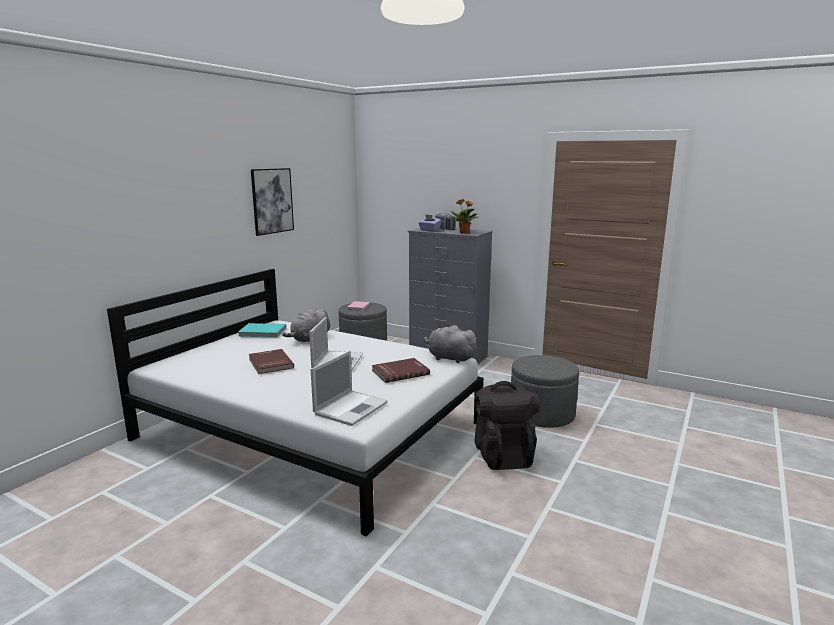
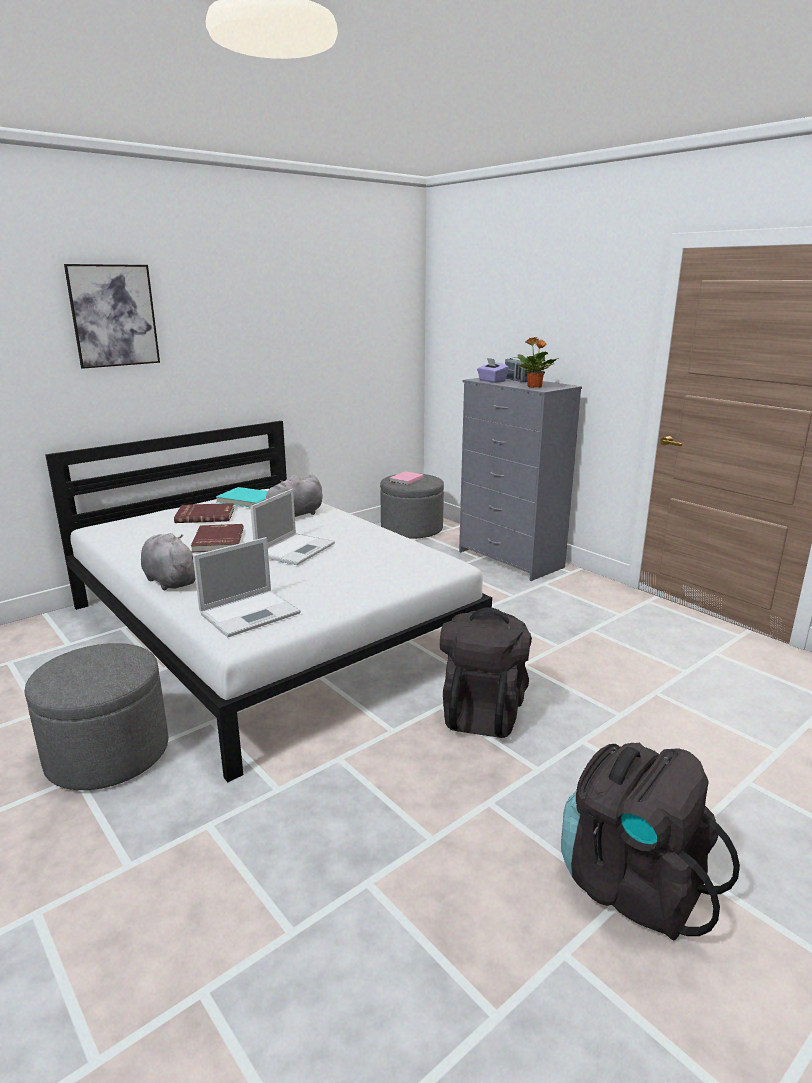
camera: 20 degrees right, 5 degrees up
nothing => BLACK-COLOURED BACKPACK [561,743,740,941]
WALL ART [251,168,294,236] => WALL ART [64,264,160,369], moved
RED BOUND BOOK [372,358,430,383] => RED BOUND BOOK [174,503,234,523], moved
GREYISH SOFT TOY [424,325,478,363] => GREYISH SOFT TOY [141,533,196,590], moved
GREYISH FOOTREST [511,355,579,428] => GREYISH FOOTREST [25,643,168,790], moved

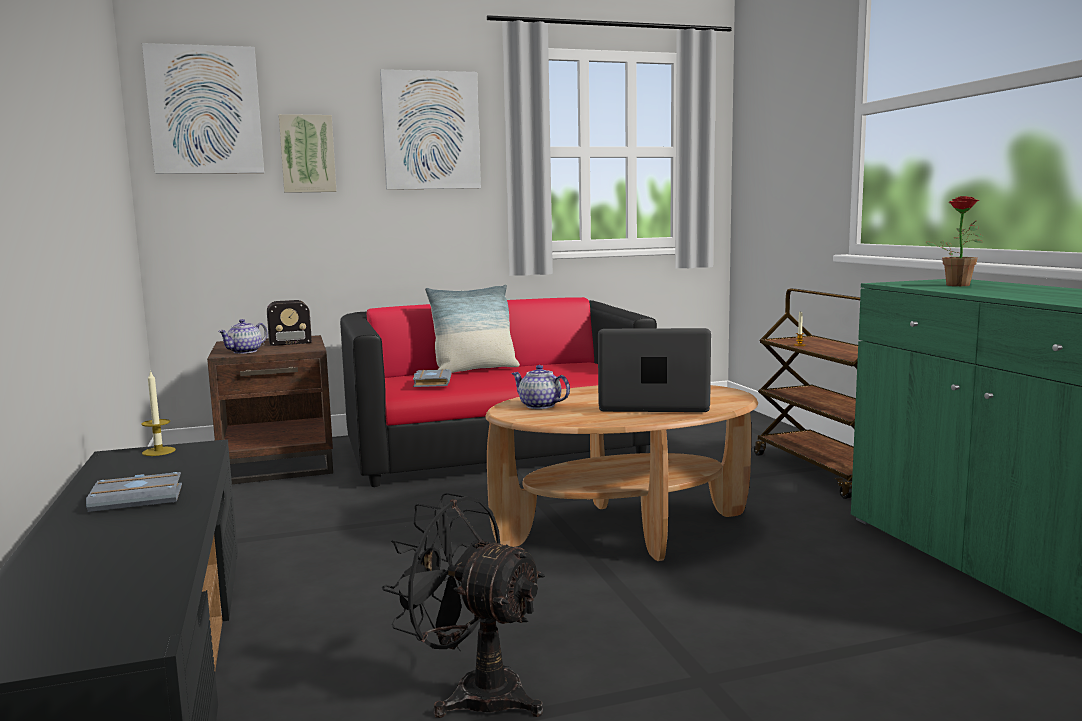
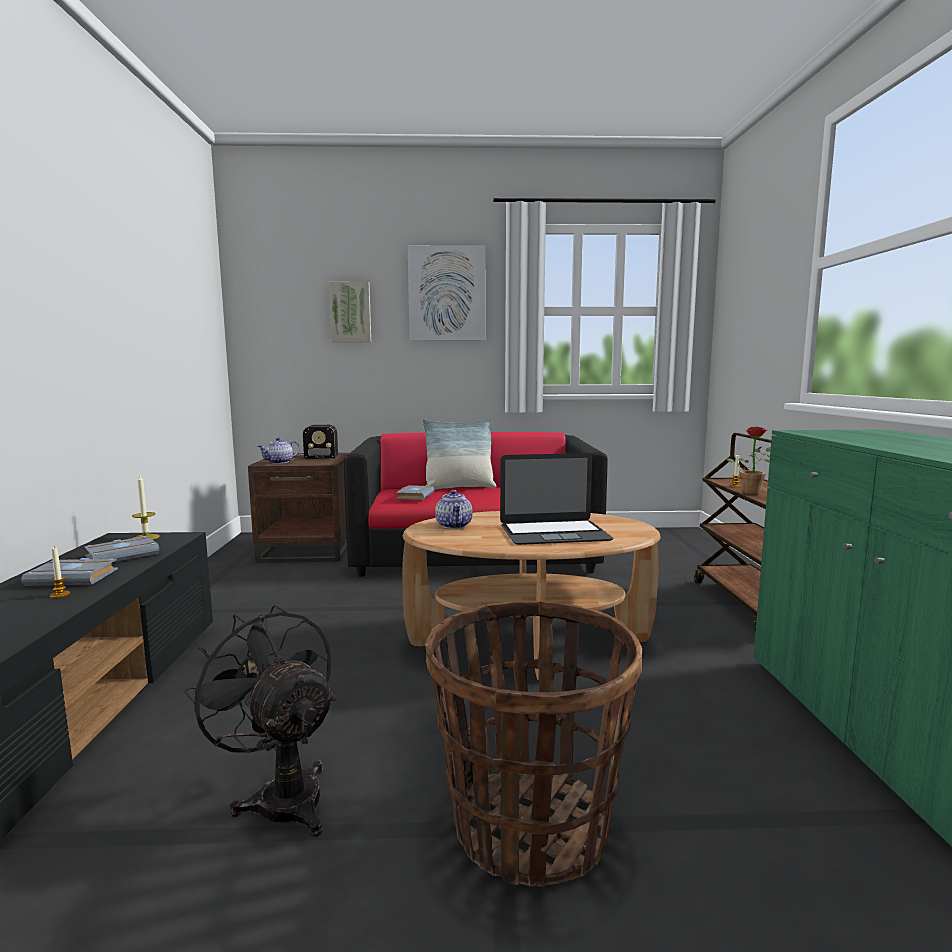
camera: 15 degrees right, 0 degrees up
WALL ART [142,43,264,174] => nothing
nothing => WAX CANDLE [50,548,70,598]
nothing => GREYISH BOUND BOOK [84,536,159,562]
nothing => STORAGE BASKET [425,601,642,887]
HOUSEPLANT [926,196,983,286] => HOUSEPLANT [726,427,771,495], moved
POT FOR TEA [512,365,570,409] => POT FOR TEA [435,490,473,529], 150 degrees counterclockwise
NOTEBOOK COMPUTER [598,328,711,412] => NOTEBOOK COMPUTER [500,453,613,545], 150 degrees clockwise

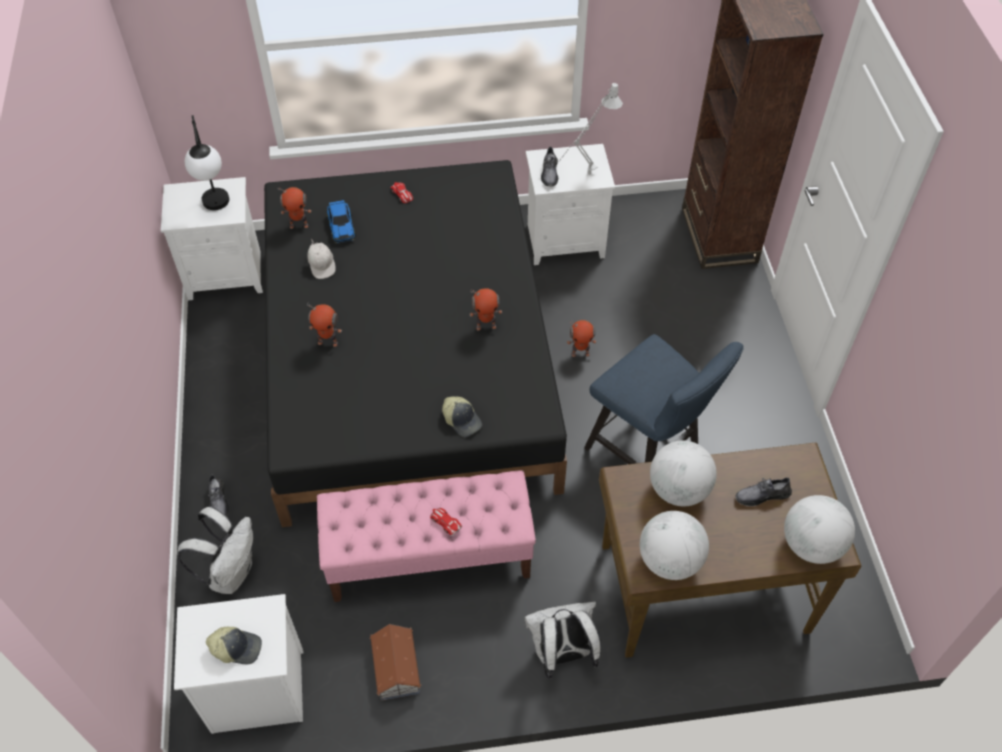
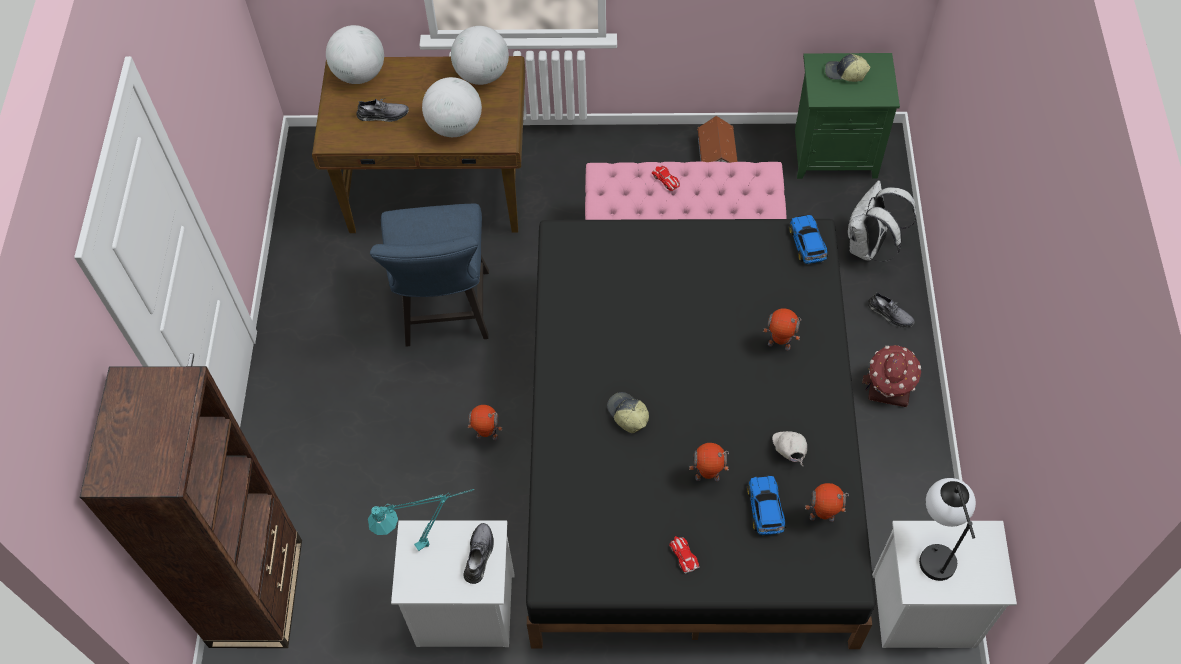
camera: 170 degrees left, 5 degrees up
WHITE BACKPACK [524,601,601,679] => nothing
nothing => MINIATURE CAR [789,215,828,264]
nothing => MODEL HOUSE [862,345,921,407]
PEAKED CAP [442,396,482,437] => PEAKED CAP [607,392,649,433], moved
MODEL ROBOT [470,288,502,331] => MODEL ROBOT [689,443,729,481], moved
WHITE NIGHTSTAND [174,594,304,734] => GREENISH NIGHTSTAND [795,53,900,179]
GREYISH LAMP FOR A TABLE [558,83,623,175] => TURQUOISE-COLOURED LAMP FOR A TABLE [368,489,474,551]
GREYISH SHOE [208,474,229,517] => GREYISH SHOE [868,292,915,327], 135 degrees clockwise
BLUE-COLOURED CHAIR [584,334,744,464] => BLUE-COLOURED CHAIR [370,204,489,347], 150 degrees counterclockwise

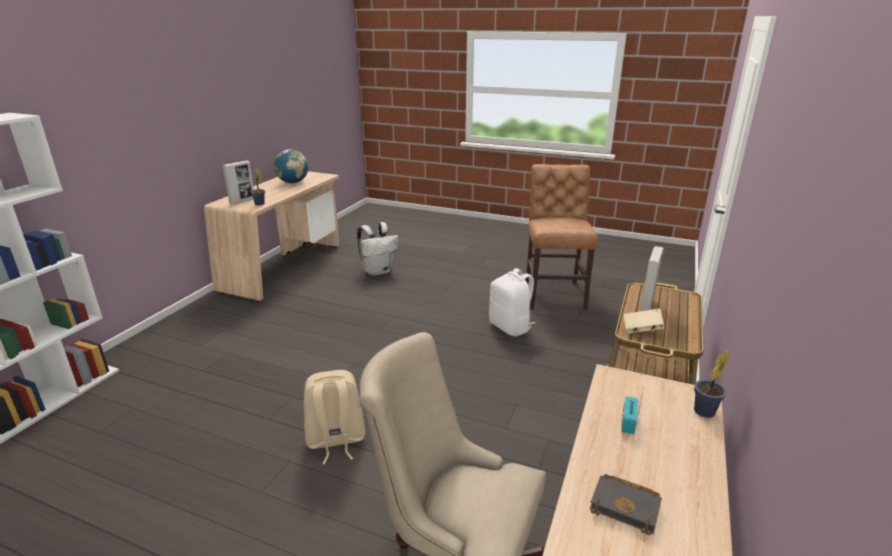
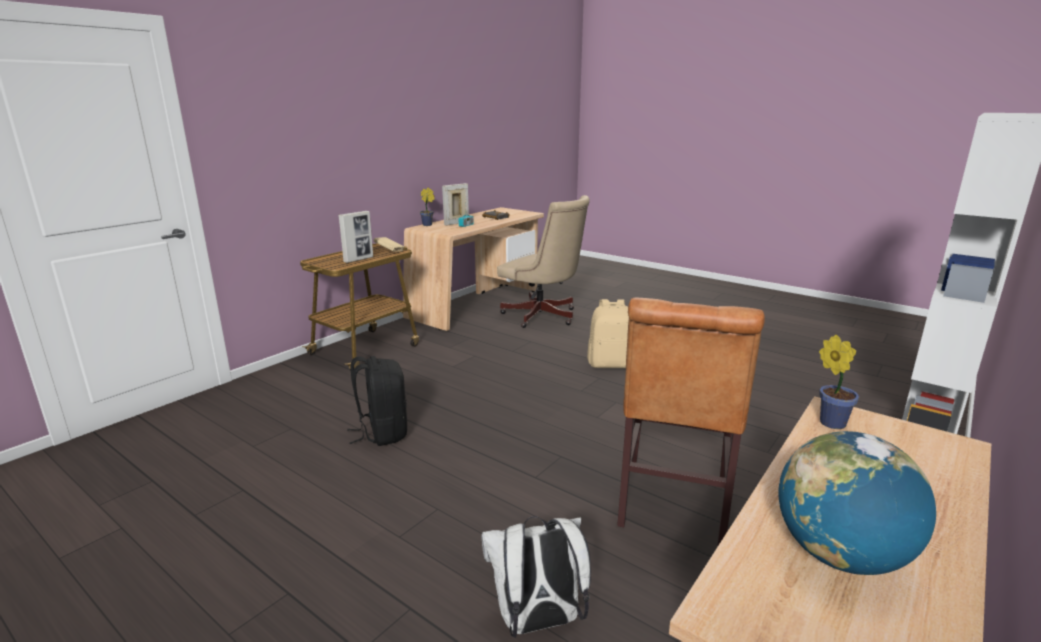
camera: 165 degrees left, 5 degrees down
PICTURE FRAME [223,161,254,204] => PICTURE FRAME [442,183,469,226], moved
BROWN CHAIR [526,164,598,310] => BROWN CHAIR [617,298,765,545], moved
WHITE BACKPACK [489,268,535,336] => BLACK-COLOURED BACKPACK [347,356,407,446]

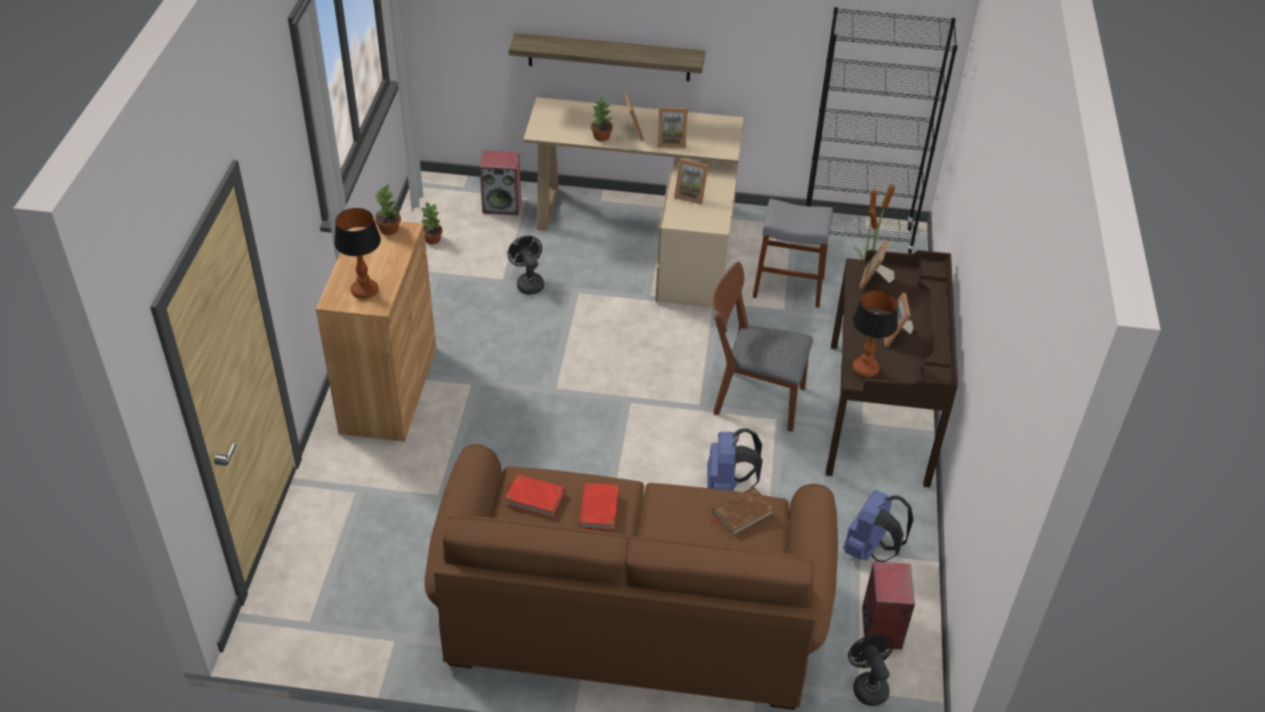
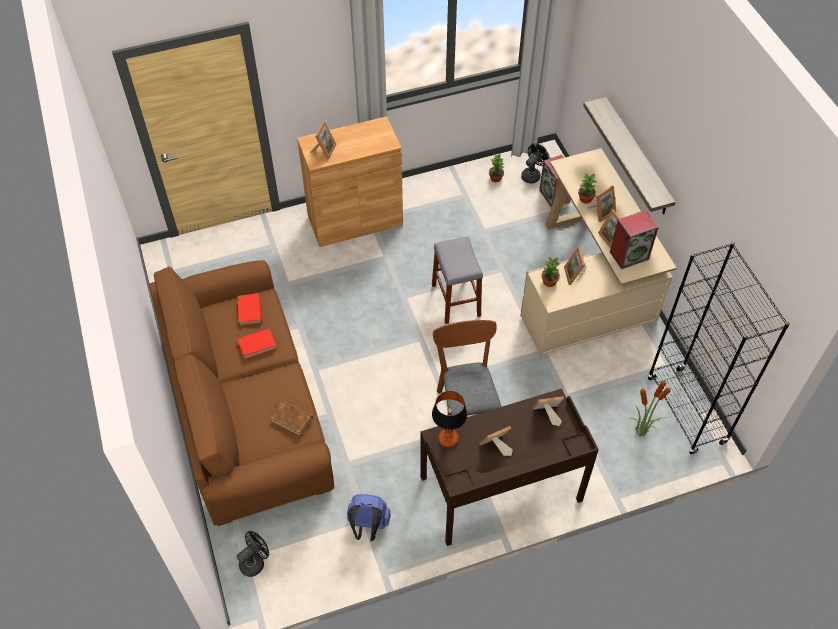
camera: 65 degrees right, 10 degrees up
BLUE-COLOURED BACKPACK [707,428,763,491] => nothing
HOUSEPLANT [374,184,401,235] => HOUSEPLANT [541,257,560,287], moved
BLACK-COLOURED COOLING FAN [507,236,544,295] => BLACK-COLOURED COOLING FAN [521,144,549,184], moved
GREYISH STOOL [753,199,833,308] => GREYISH STOOL [432,237,483,324], moved
AUDIO SPEAKER [862,561,915,650] => AUDIO SPEAKER [610,210,659,269], moved
LAMP FOR A TABLE [334,208,381,299] => PICTURE FRAME [310,121,336,159]

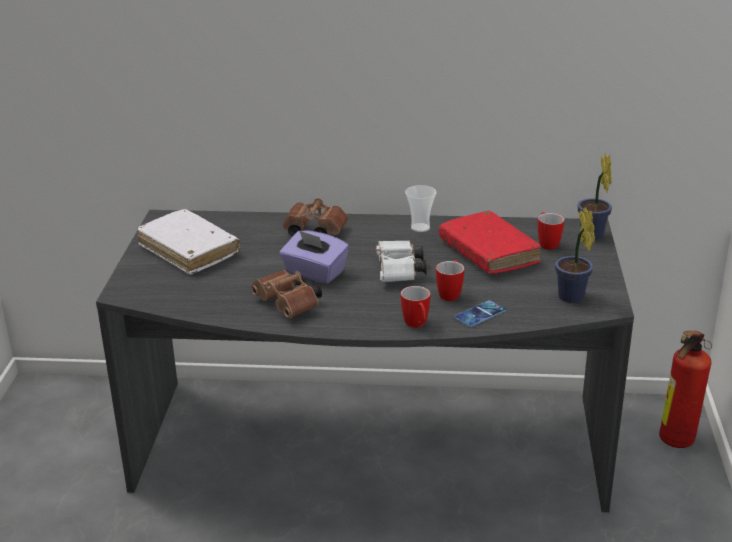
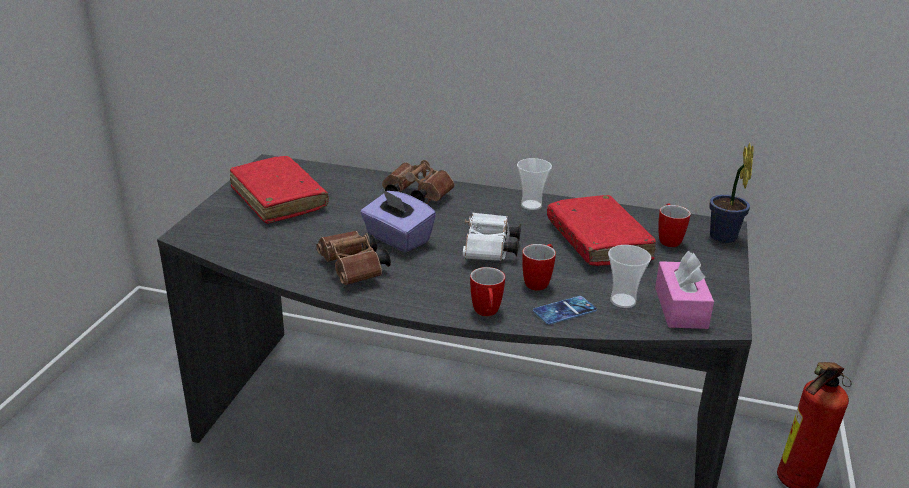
camera: 10 degrees right, 0 degrees up
nothing => SMALL CUP [608,245,651,308]
HOUSEPLANT [555,207,595,303] => PINKISH BOX OF TISSUES [655,251,714,329]
WHITE BOUND BOOK [137,209,240,275] => RED BOUND BOOK [230,156,329,224]

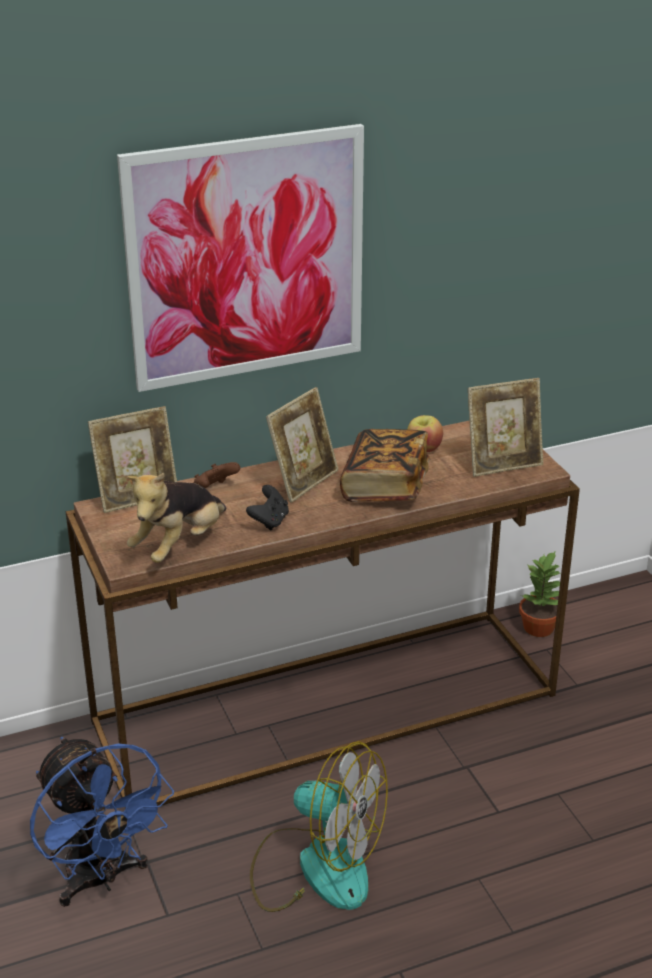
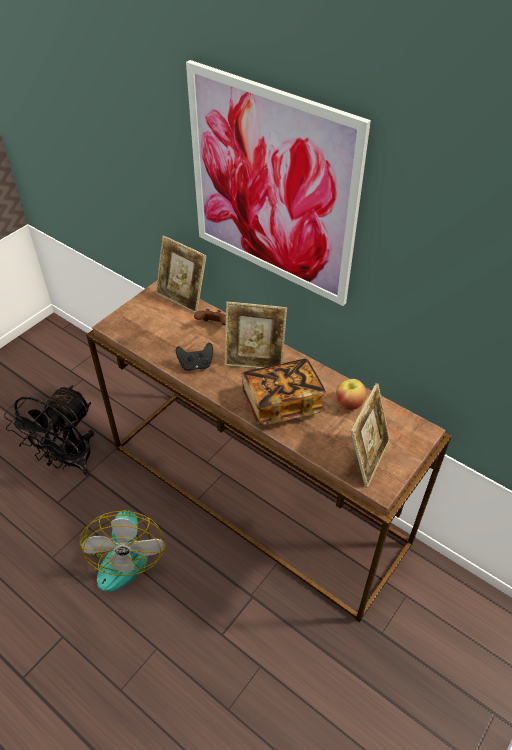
camera: 60 degrees right, 15 degrees up
SOFT TOY [127,472,226,563] => nothing
HOUSEPLANT [519,552,561,637] => nothing
BLUE-COLOURED COOLING FAN [30,737,174,907] => BLACK-COLOURED COOLING FAN [4,385,94,476]
PICTURE FRAME [468,378,543,477] => PICTURE FRAME [350,383,390,488], 105 degrees counterclockwise

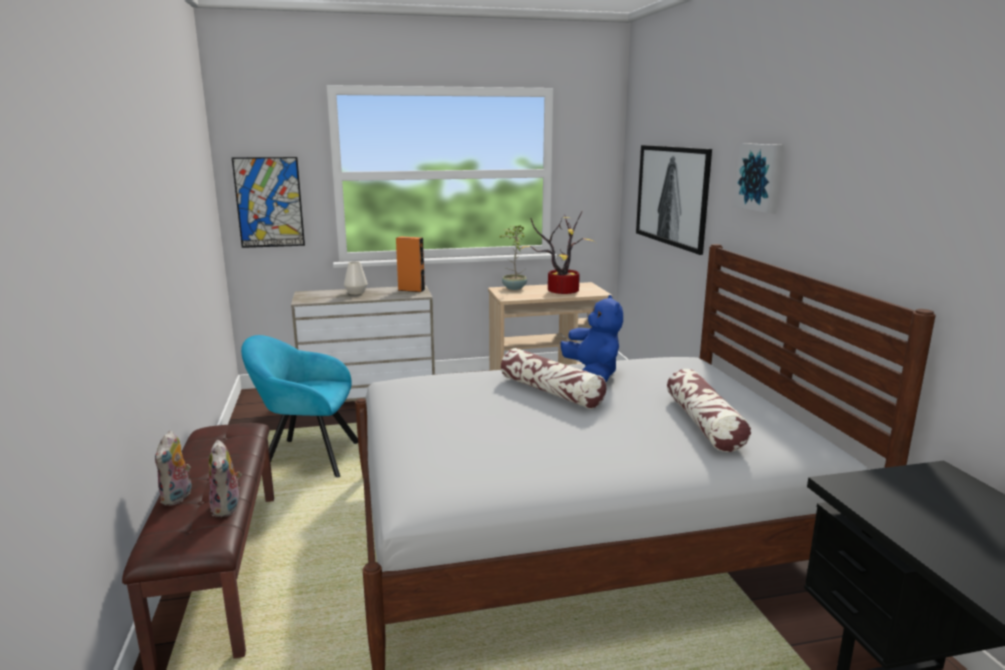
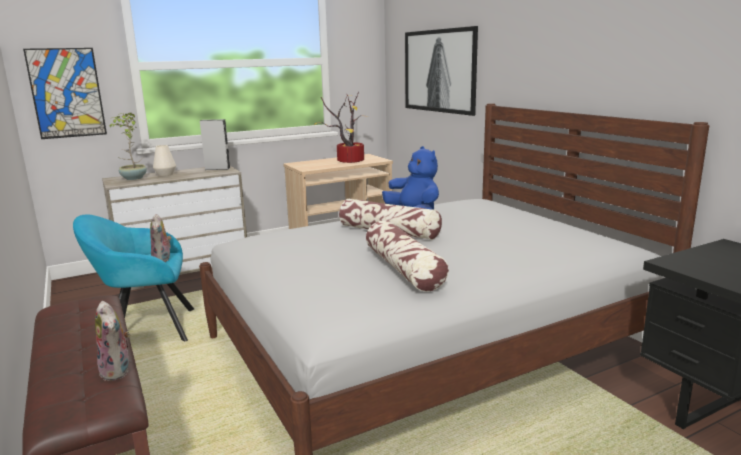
camera: 15 degrees left, 0 degrees up
WALL ART [734,143,785,214] => nothing
SOFT TOY [155,431,193,506] => SOFT TOY [150,214,171,262], moved
HOUSEPLANT [499,225,527,290] => HOUSEPLANT [110,113,147,180], moved
CUSHION [667,369,751,452] => CUSHION [366,221,449,292], moved
ORANGE-COLOURED AUDIO SPEAKER [396,236,425,292] => GREYISH AUDIO SPEAKER [200,119,230,170]

